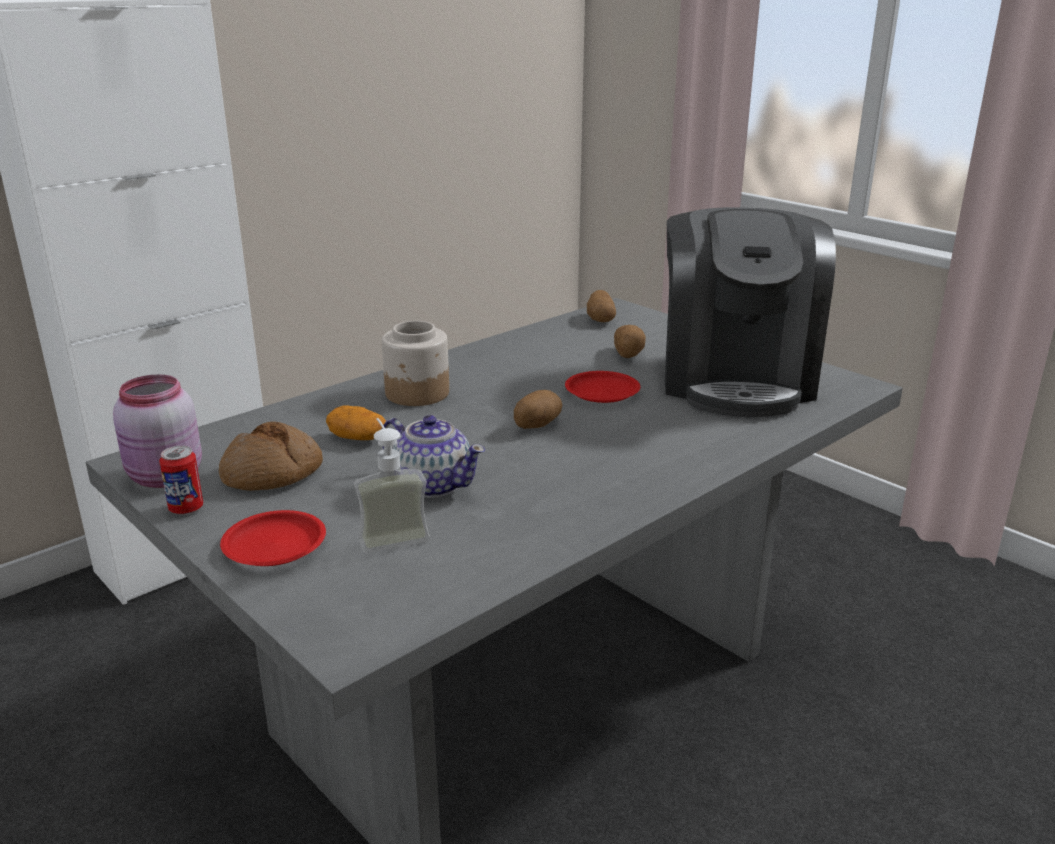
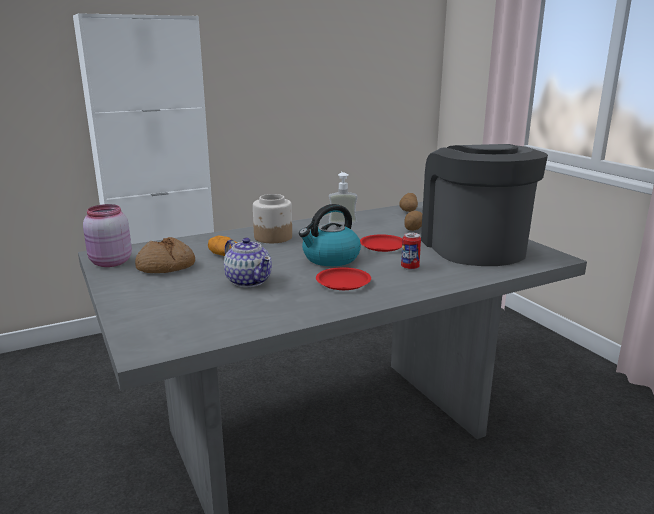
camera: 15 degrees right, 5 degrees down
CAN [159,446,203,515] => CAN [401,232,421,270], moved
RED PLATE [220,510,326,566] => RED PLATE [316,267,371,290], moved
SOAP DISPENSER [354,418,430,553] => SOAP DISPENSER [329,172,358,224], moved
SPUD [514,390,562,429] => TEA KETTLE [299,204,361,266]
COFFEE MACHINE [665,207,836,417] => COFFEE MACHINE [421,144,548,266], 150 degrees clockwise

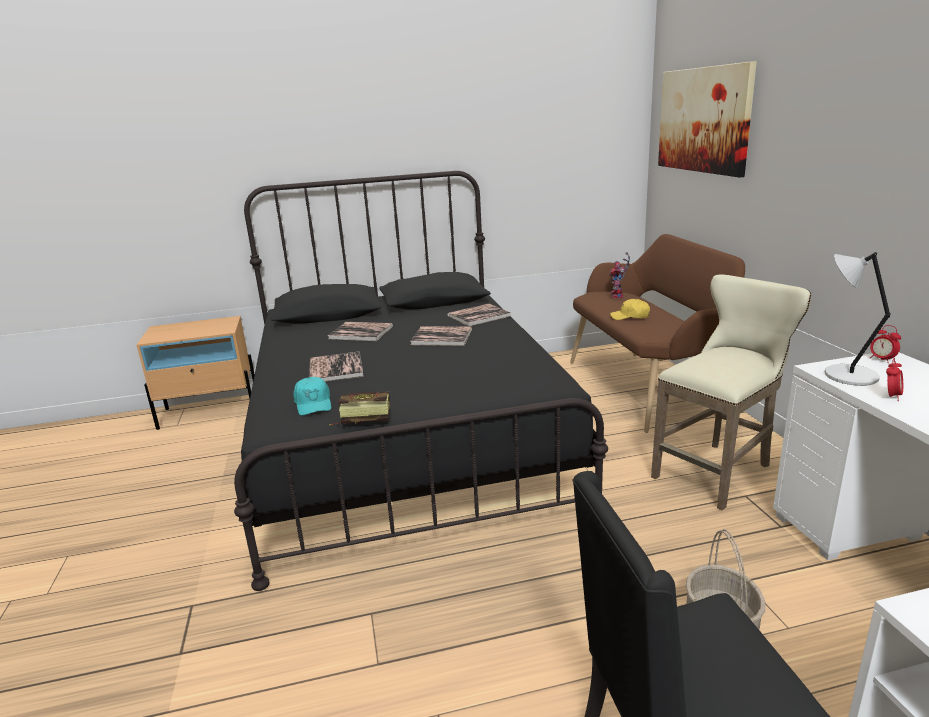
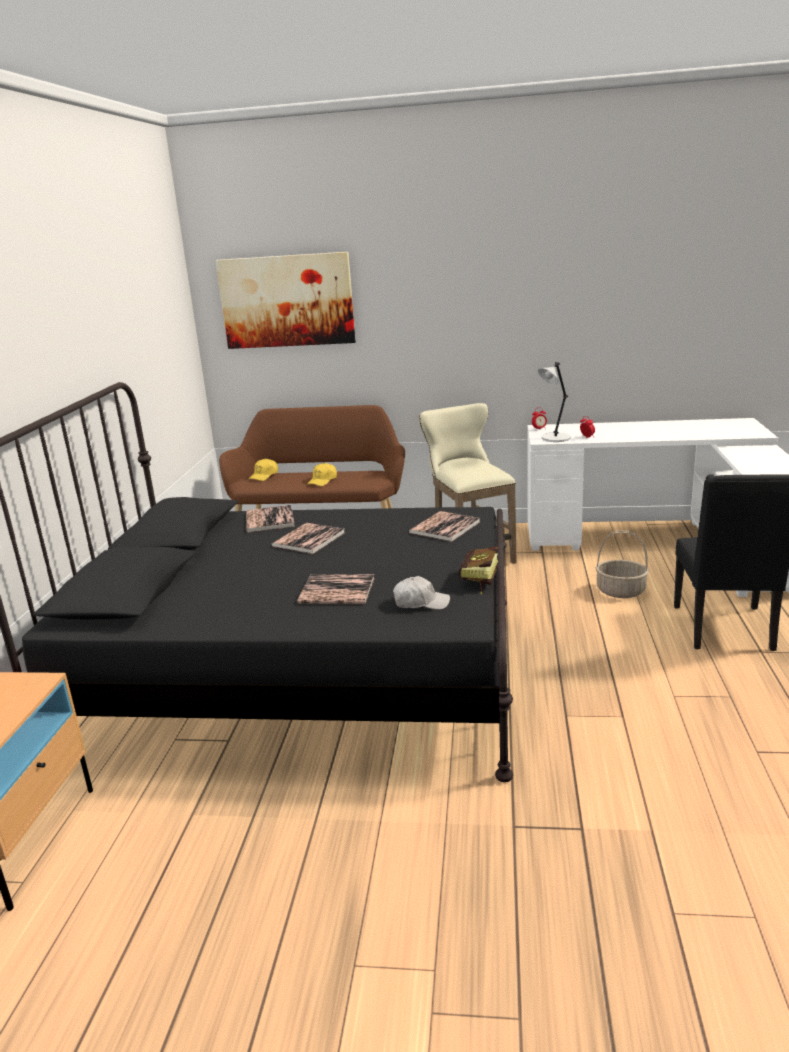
camera: 70 degrees left, 0 degrees up
BOUND BOOK [328,322,393,341] => BOUND BOOK [409,511,480,542], moved
MODEL ROBOT [609,252,630,298] => YELLOW-COLOURED PEAKED CAP [249,458,278,481]
TURQUOISE-COLOURED PEAKED CAP [293,377,331,416] => WHITE PEAKED CAP [393,576,450,610]

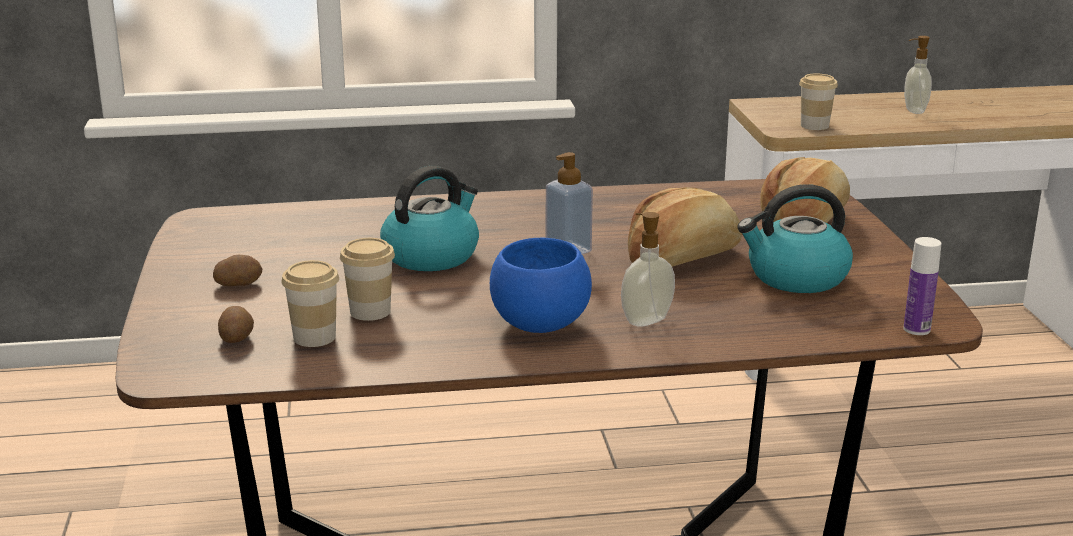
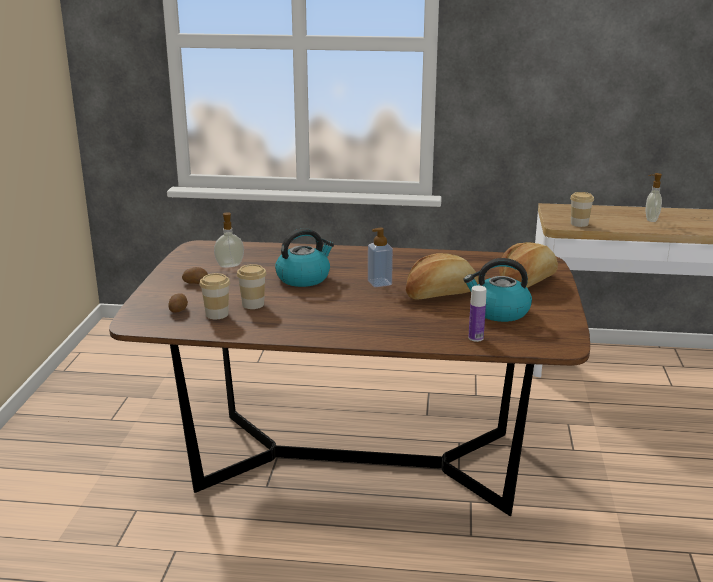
camera: 15 degrees right, 0 degrees up
BLUE-COLOURED SERVING BOWL [490,237,592,333] => nothing
SOAP DISPENSER [621,212,675,327] => SOAP DISPENSER [214,212,244,268], moved
BOTTLE [904,237,941,335] => BOTTLE [468,285,486,342], moved

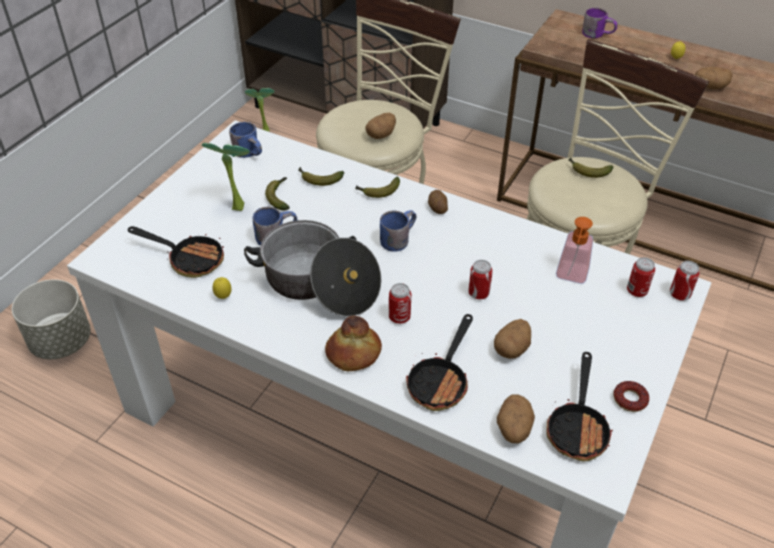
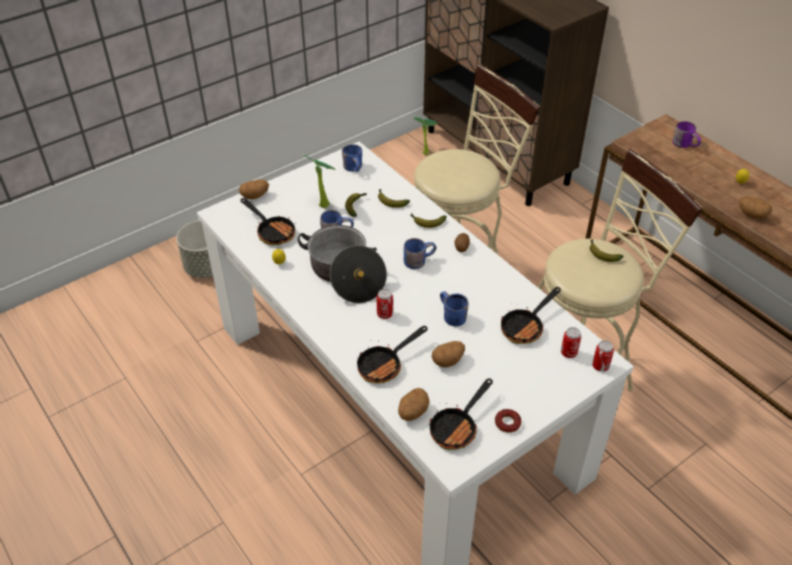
camera: 25 degrees right, 0 degrees up
BREAD [325,315,382,371] => nothing
SPUD [365,113,396,139] => SPUD [239,180,269,199], moved
CAN [468,260,492,299] => BLUE-COLOURED MUG [440,292,469,326]
SOAP DISPENSER [556,217,593,284] => FRYING PAN [501,287,561,344]

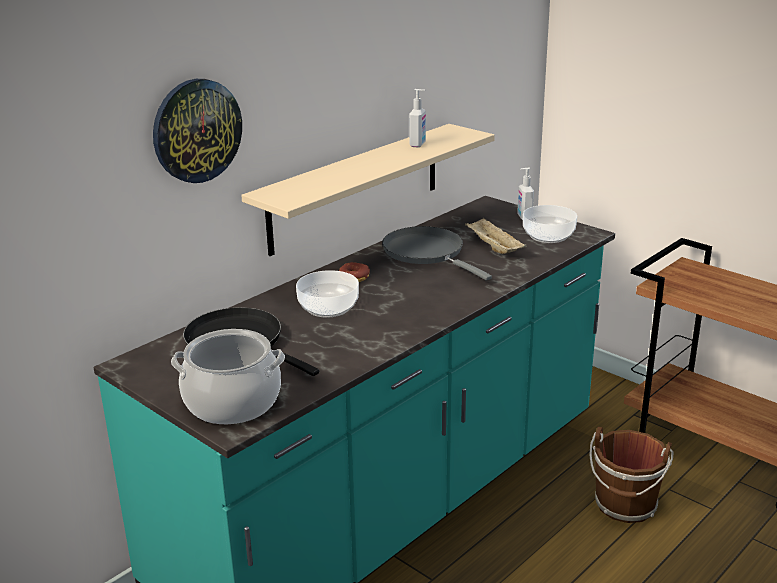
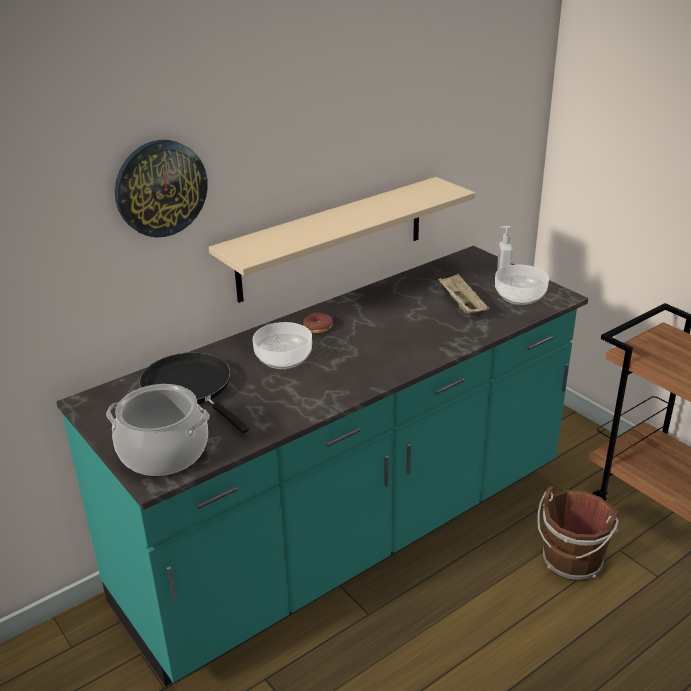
camera: 10 degrees right, 5 degrees up
GREYISH FRYING PAN [382,226,492,281] => nothing
SOAP DISPENSER [409,89,426,147] => nothing

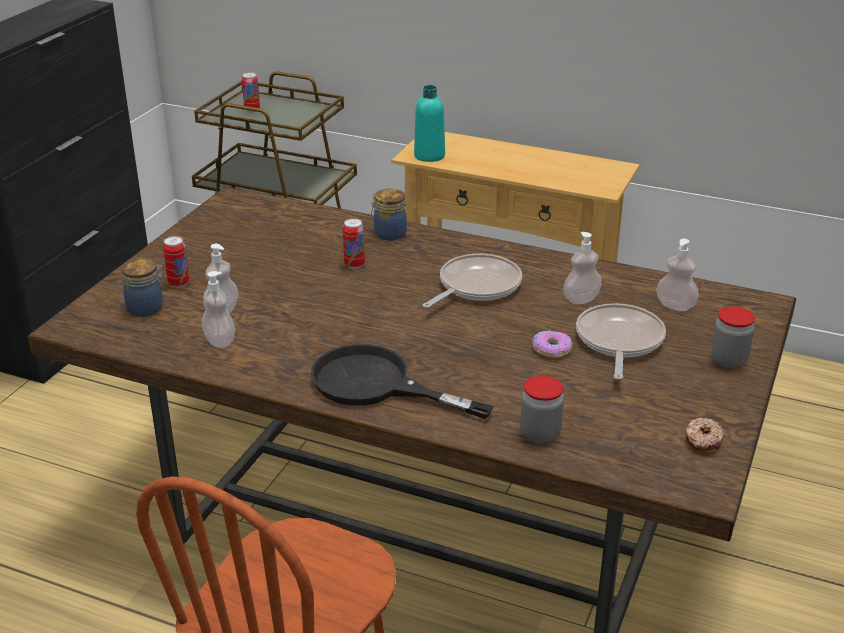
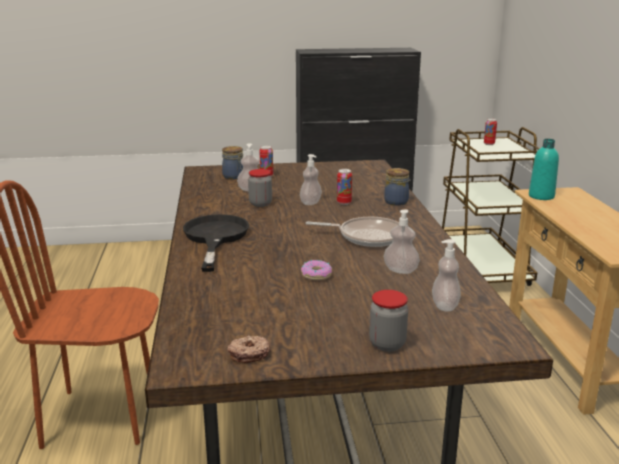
camera: 60 degrees right, 10 degrees down
FRYING PAN [576,303,666,380] => nothing
SOAP DISPENSER [202,271,235,348] => SOAP DISPENSER [300,154,322,205], moved
PRESERVE JAR [520,376,564,444] => PRESERVE JAR [248,169,272,207], moved

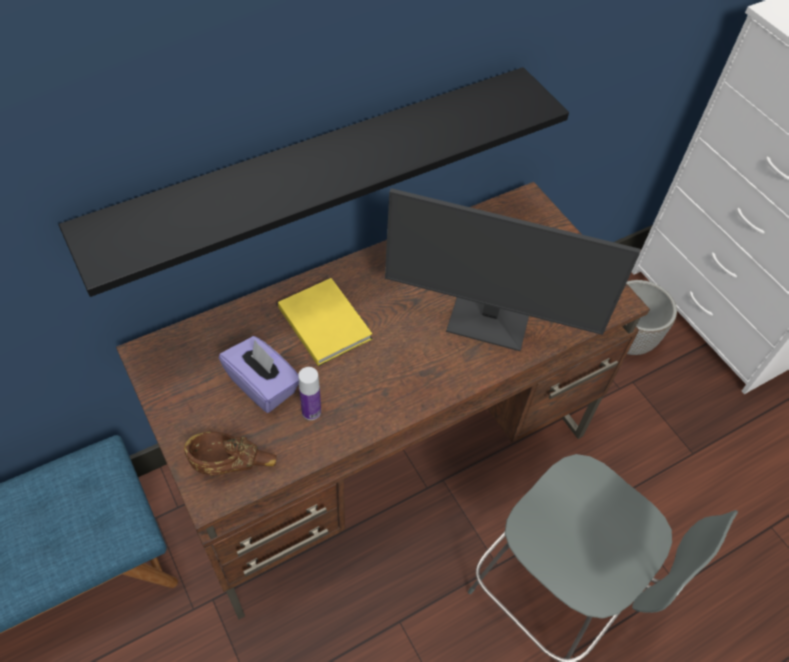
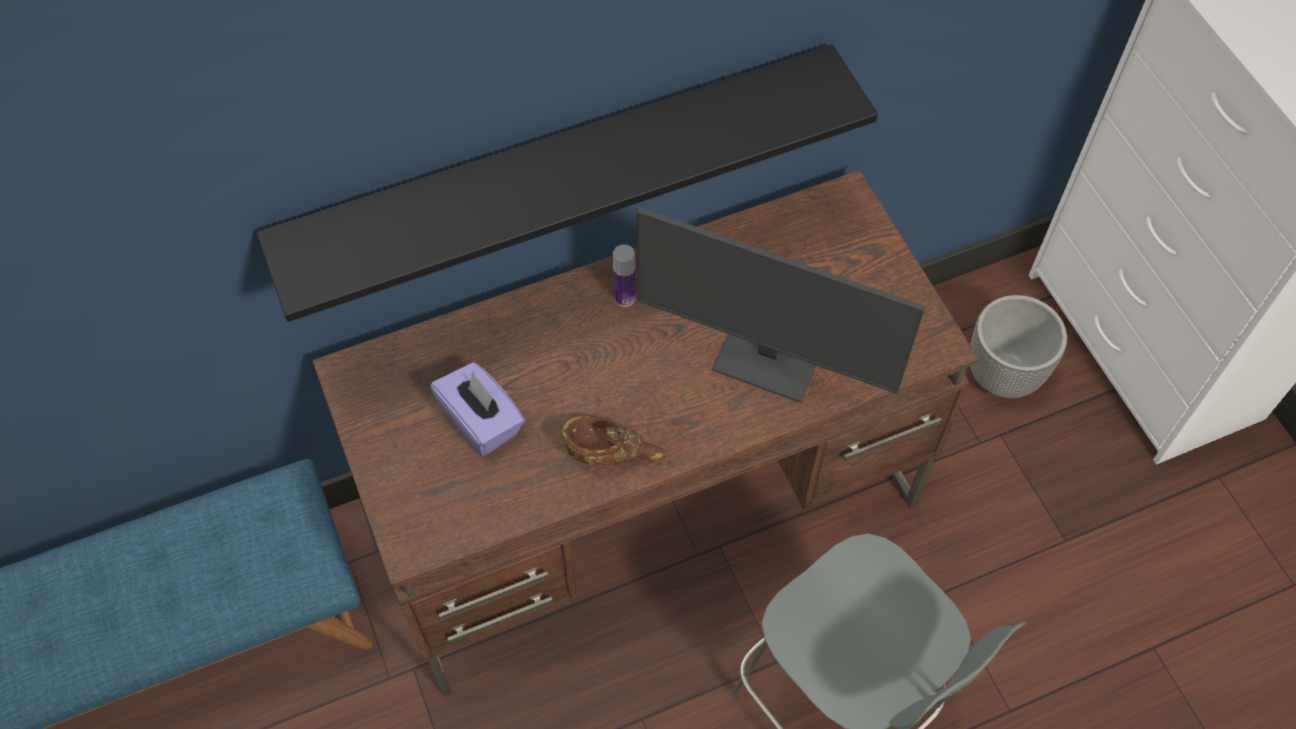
camera: 10 degrees right, 5 degrees up
YELLOW-COLOURED BOUND BOOK [278,278,373,366] => nothing
BROWN SERVING BOWL [184,432,276,475] => BROWN SERVING BOWL [562,416,663,465], moved
BOTTLE [298,367,321,420] => BOTTLE [613,244,636,307], moved

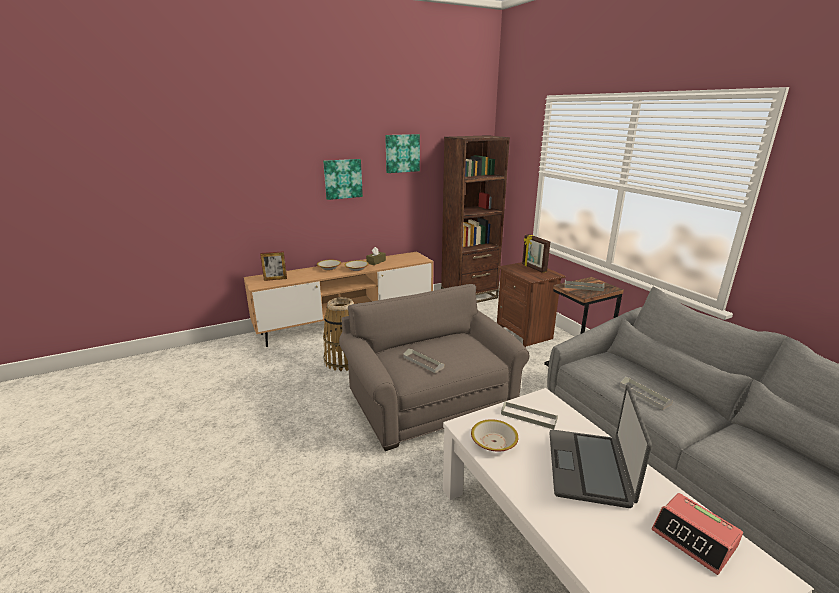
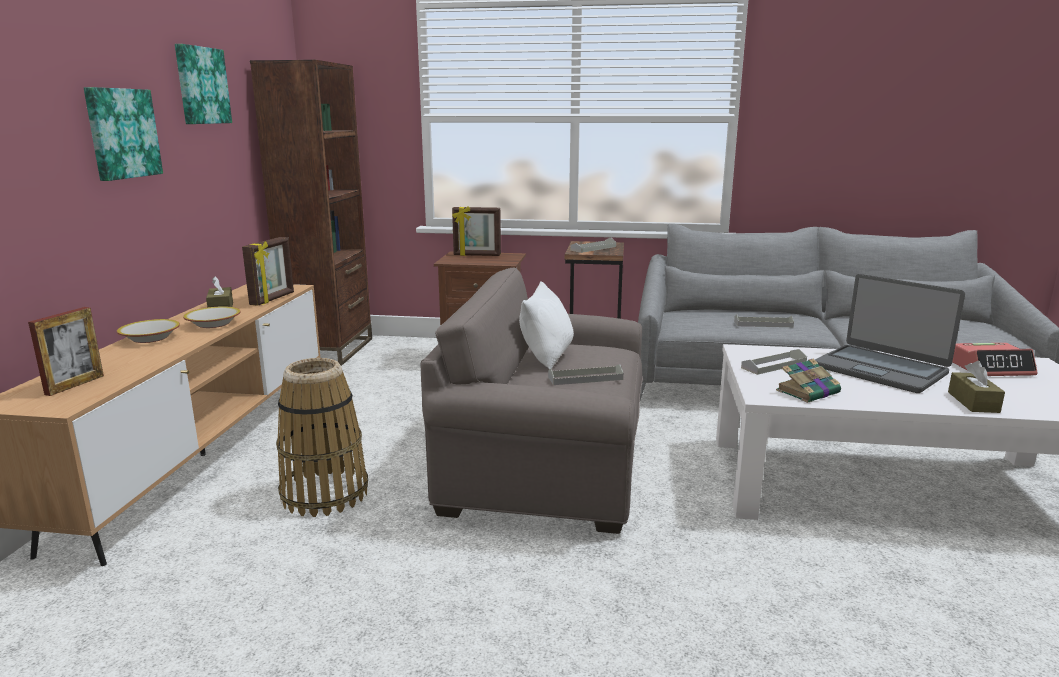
camera: 55 degrees left, 5 degrees down
nothing => PICTURE FRAME [242,237,294,306]
nothing => WHITE CUSHION [519,281,574,370]
nothing => BROWN BOX OF TISSUES [948,361,1005,413]
SERVING BOWL [471,419,518,452] => BOUND BOOK [776,359,841,403]

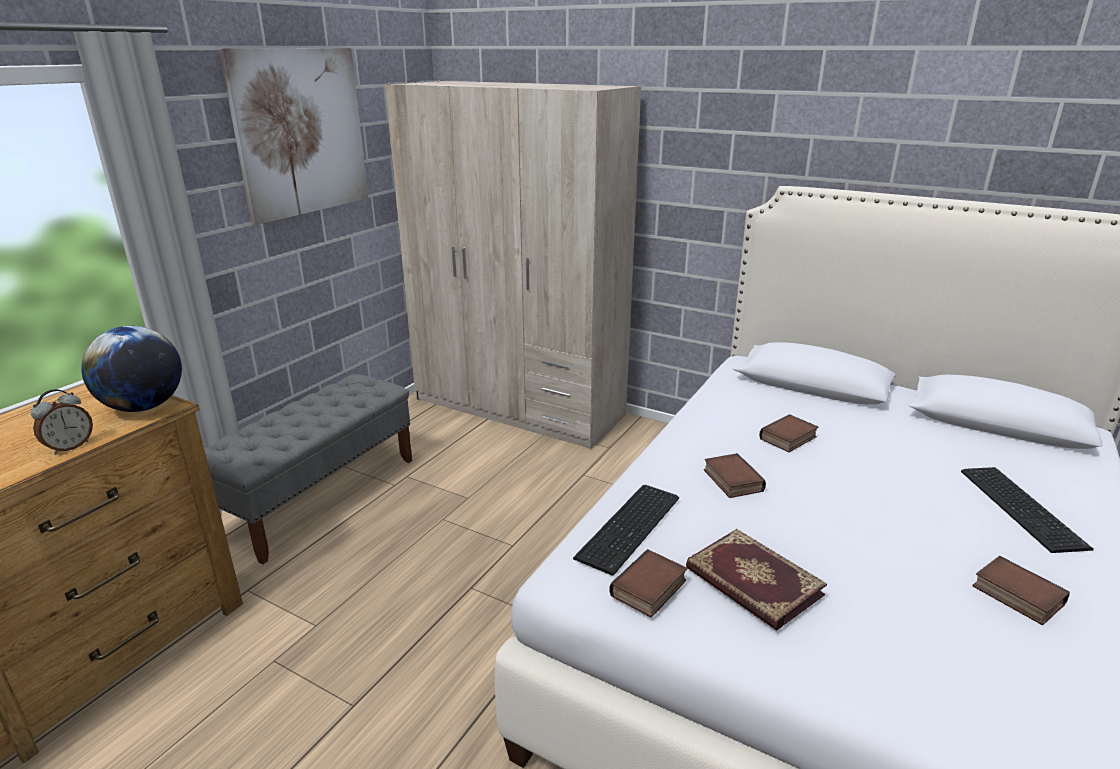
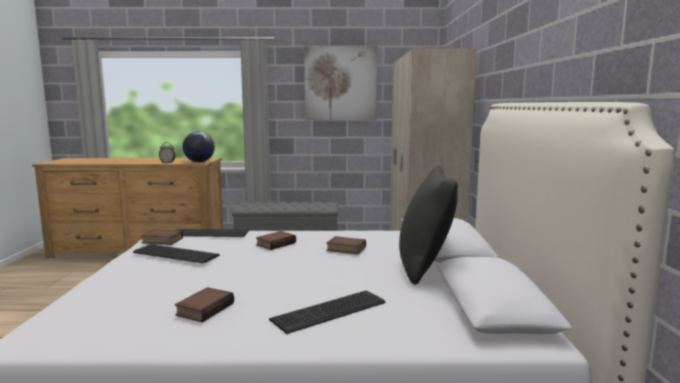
camera: 60 degrees right, 15 degrees down
nothing => BLACK-COLOURED CUSHION [399,166,458,285]
BOUND BOOK [686,529,827,631] => KEYBOARD [133,244,220,264]

